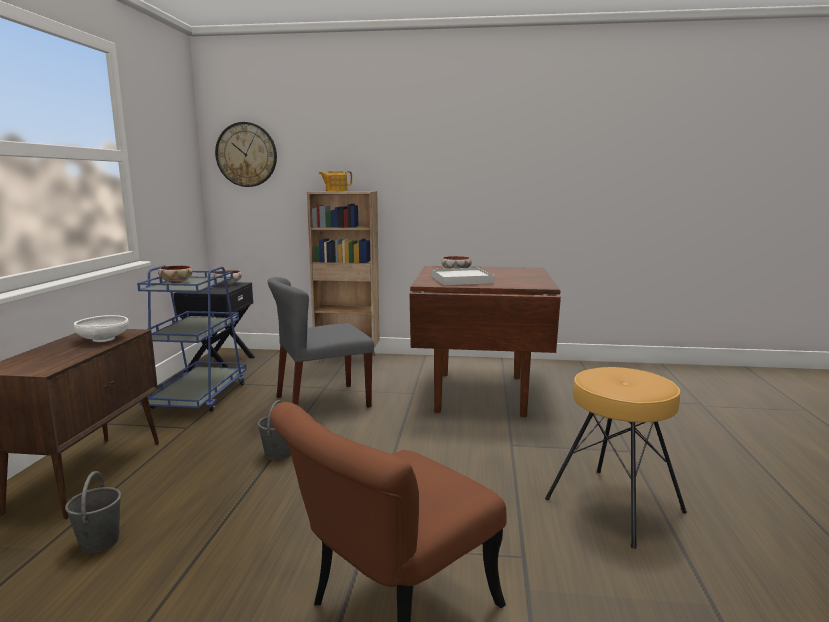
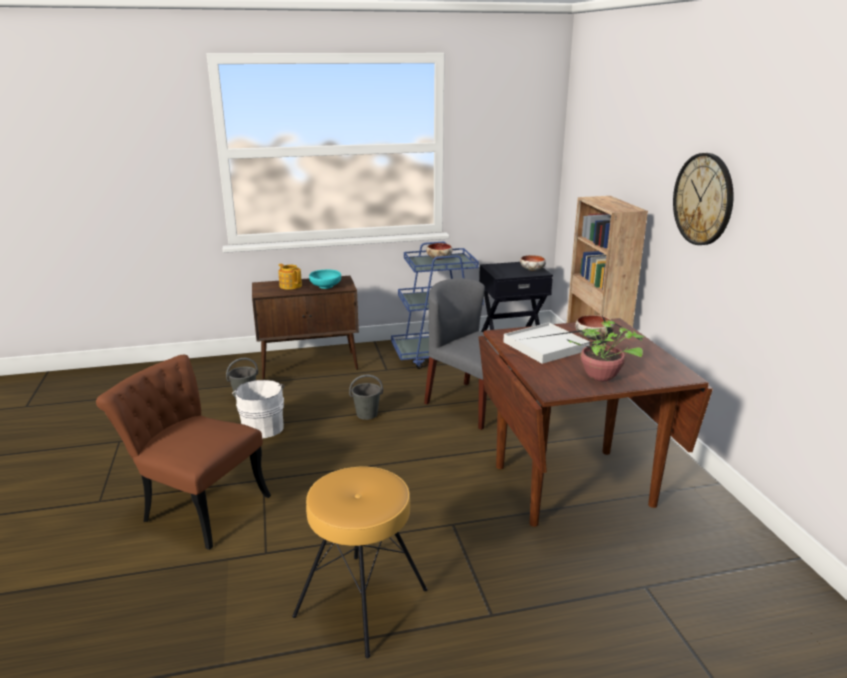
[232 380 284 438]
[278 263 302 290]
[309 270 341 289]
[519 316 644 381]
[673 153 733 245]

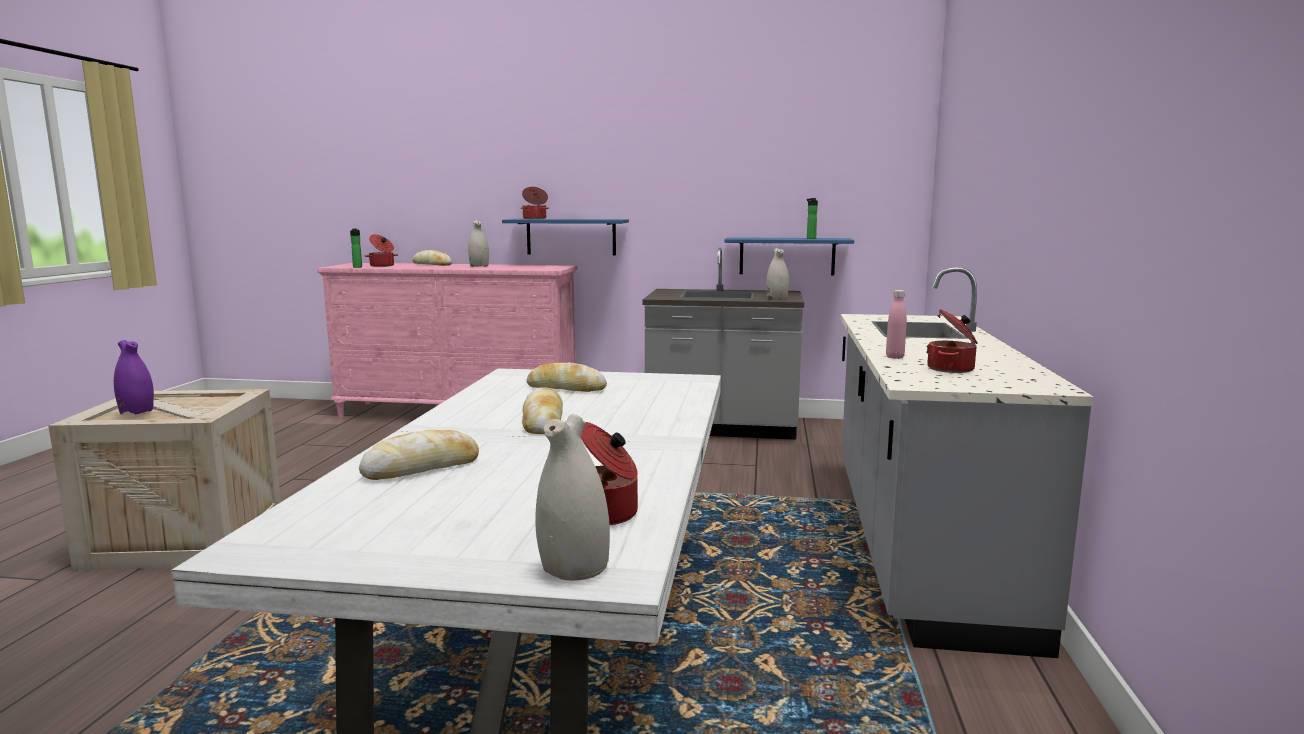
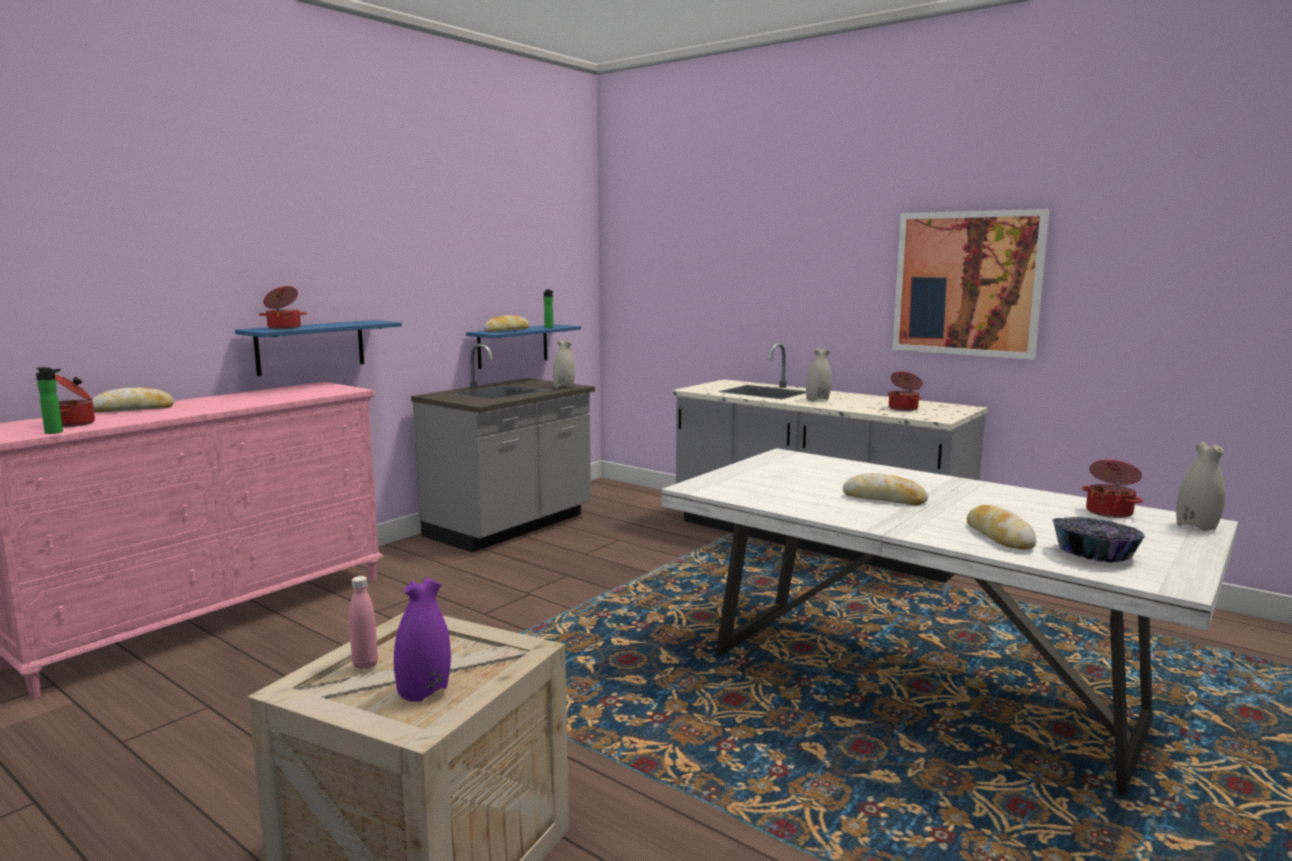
[349 576 378 670]
[484 315 529 332]
[806 348 832 401]
[893 209 1049 360]
[1052 517 1145 563]

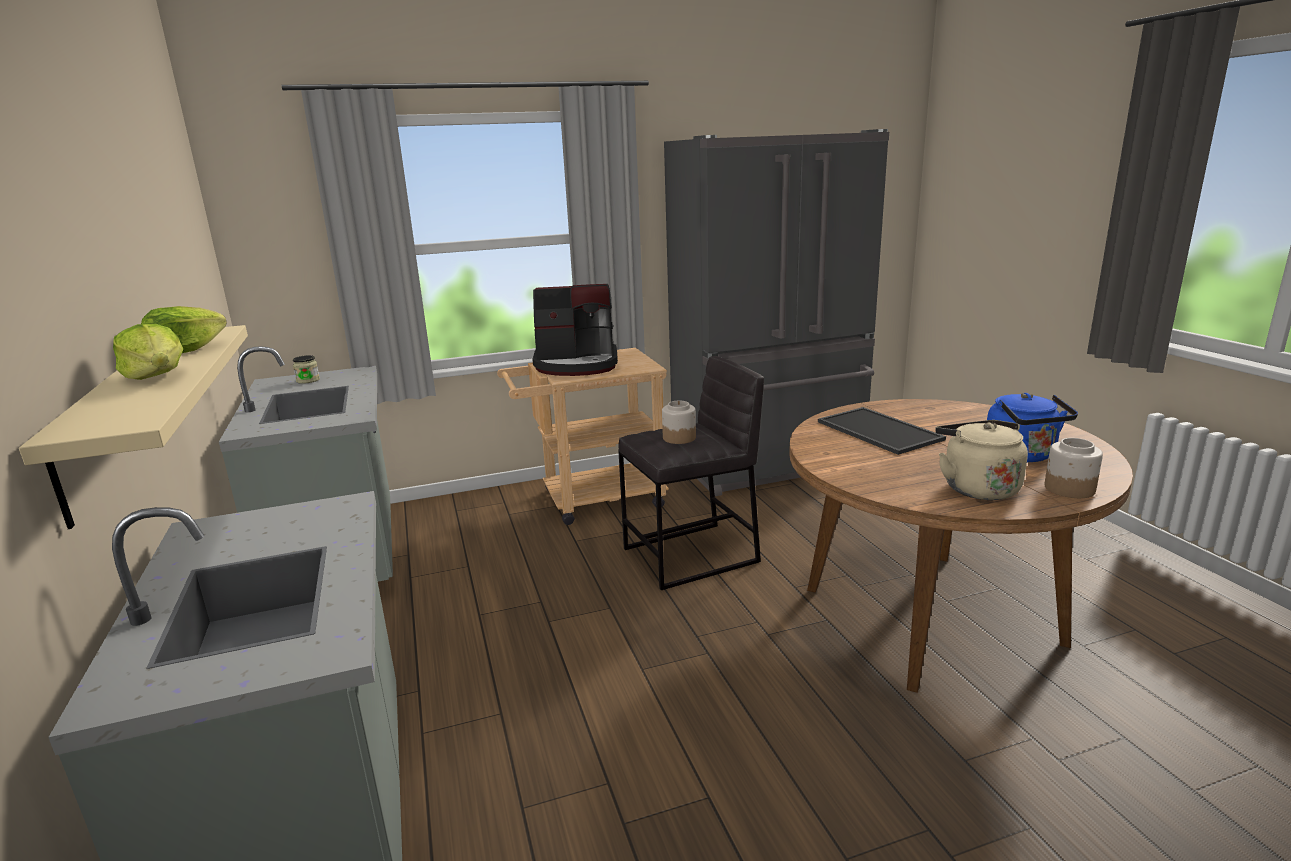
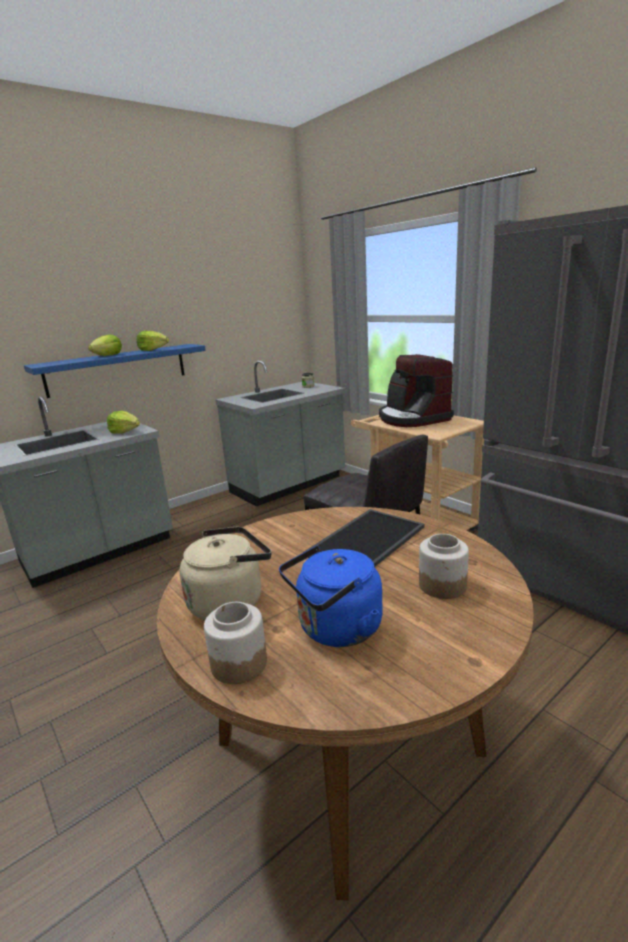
[24 344 206 398]
[107 411 140 434]
[419 534 469 599]

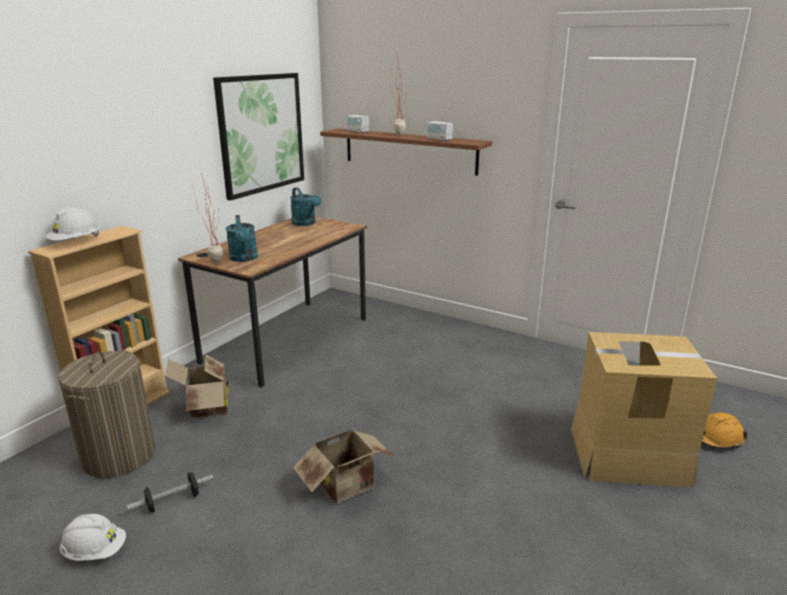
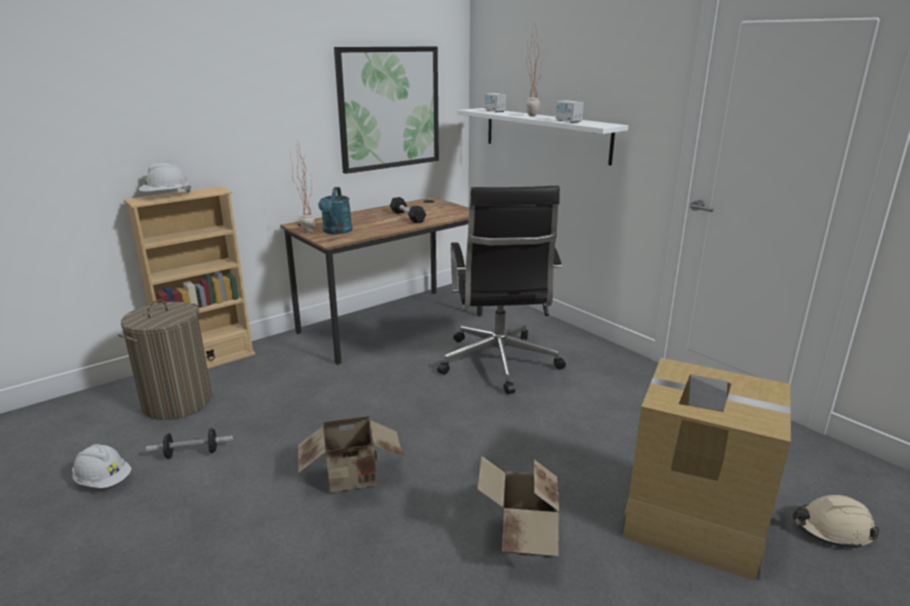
[390 197 426 223]
[437 186 566 394]
[457 108 628 165]
[477 456 559 556]
[793 495 879 550]
[290 187 321 226] (first image)

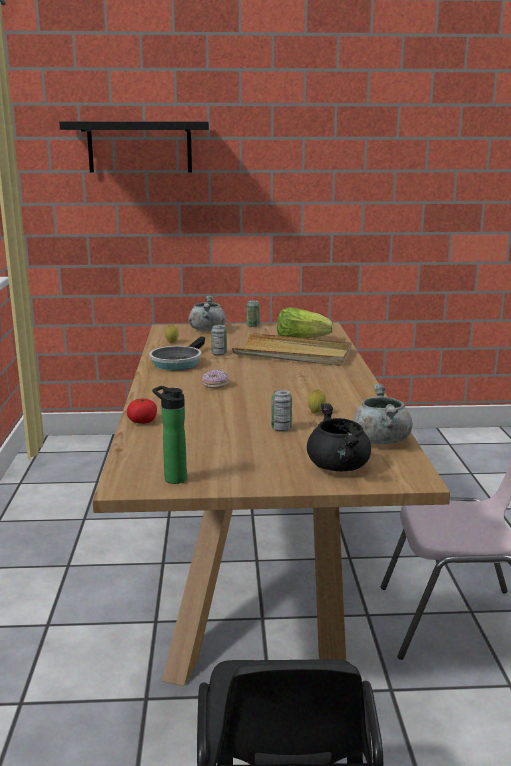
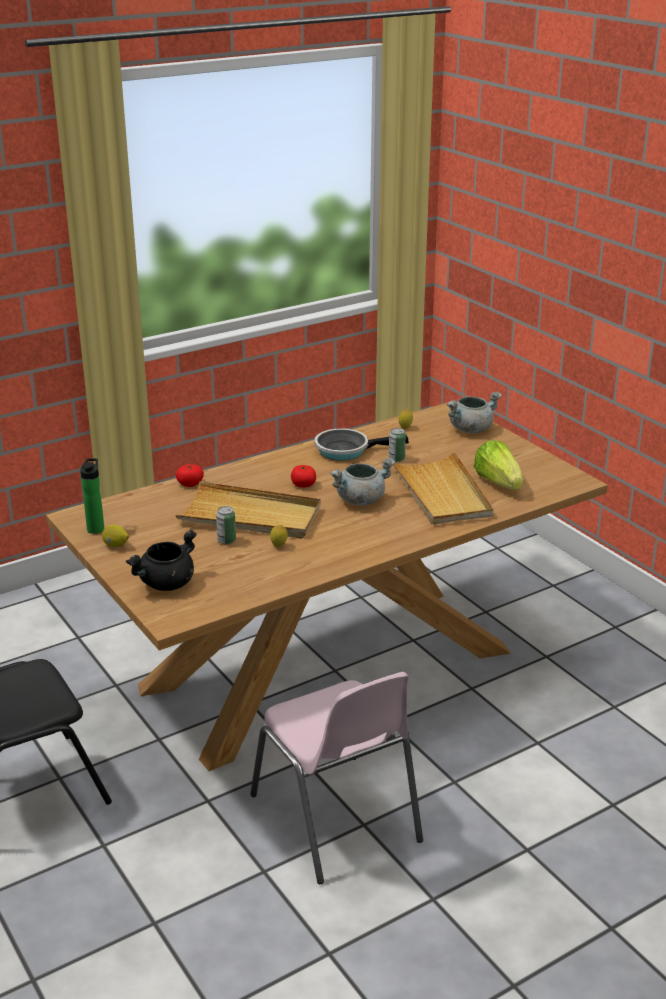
[102 525 129 547]
[176 481 321 539]
[291 465 316 488]
[330 458 395 506]
[59 121 209 173] (first image)
[246 300 260 327] (first image)

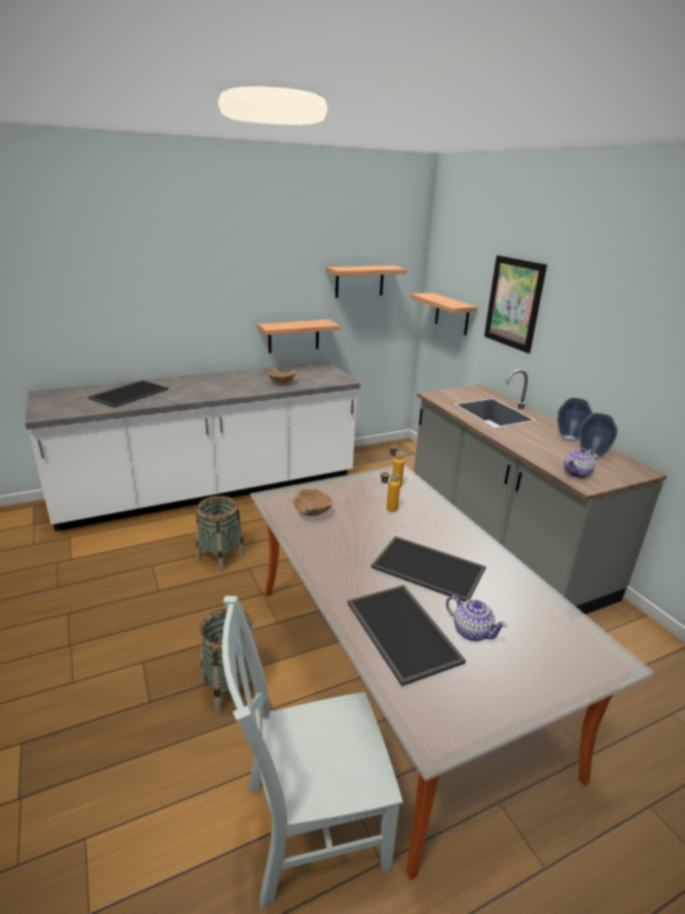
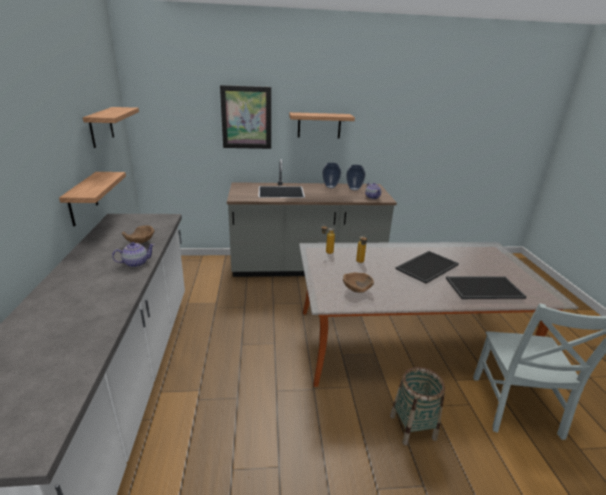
[112 242 155 267]
[289 112 355 138]
[88 380 168 408] (first image)
[196 496 245 572] (first image)

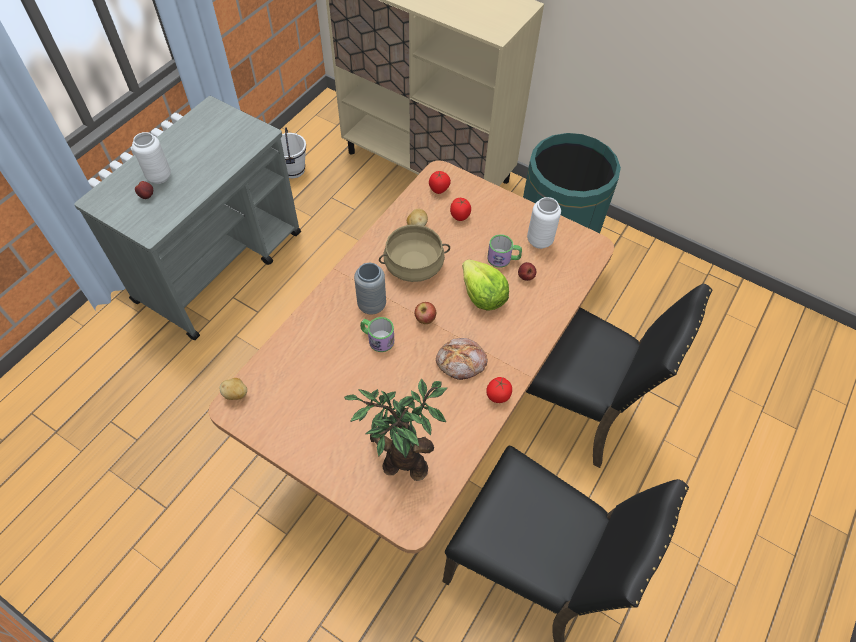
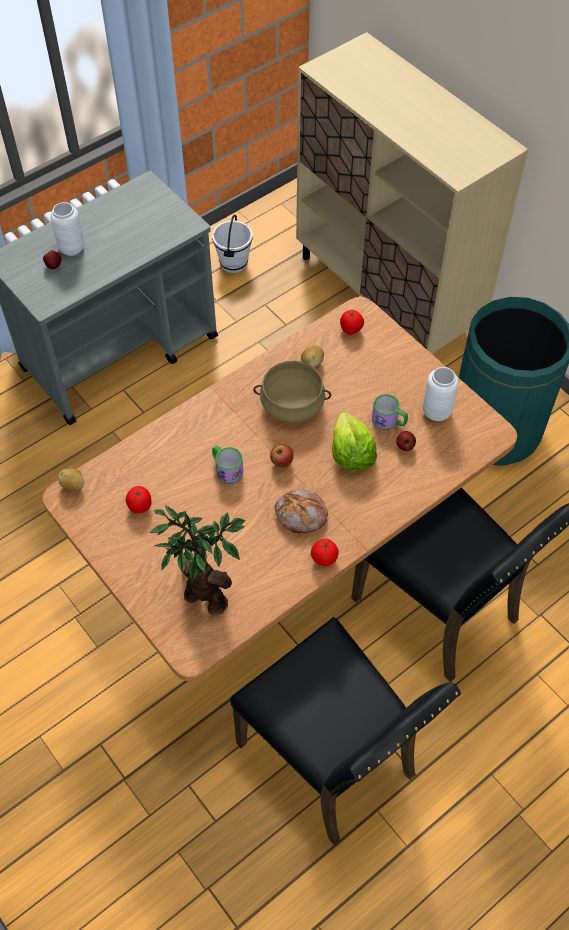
[126 486 151 514]
[354 263 386 315] (first image)

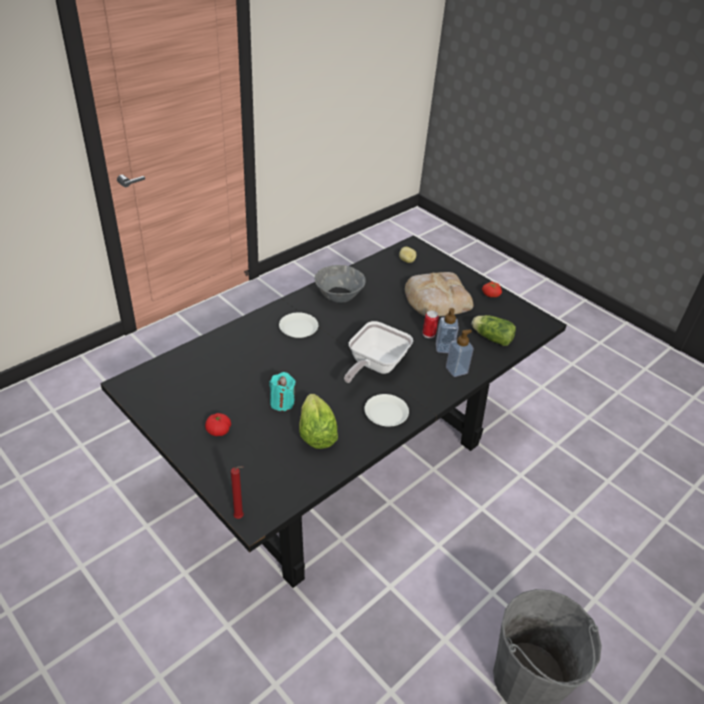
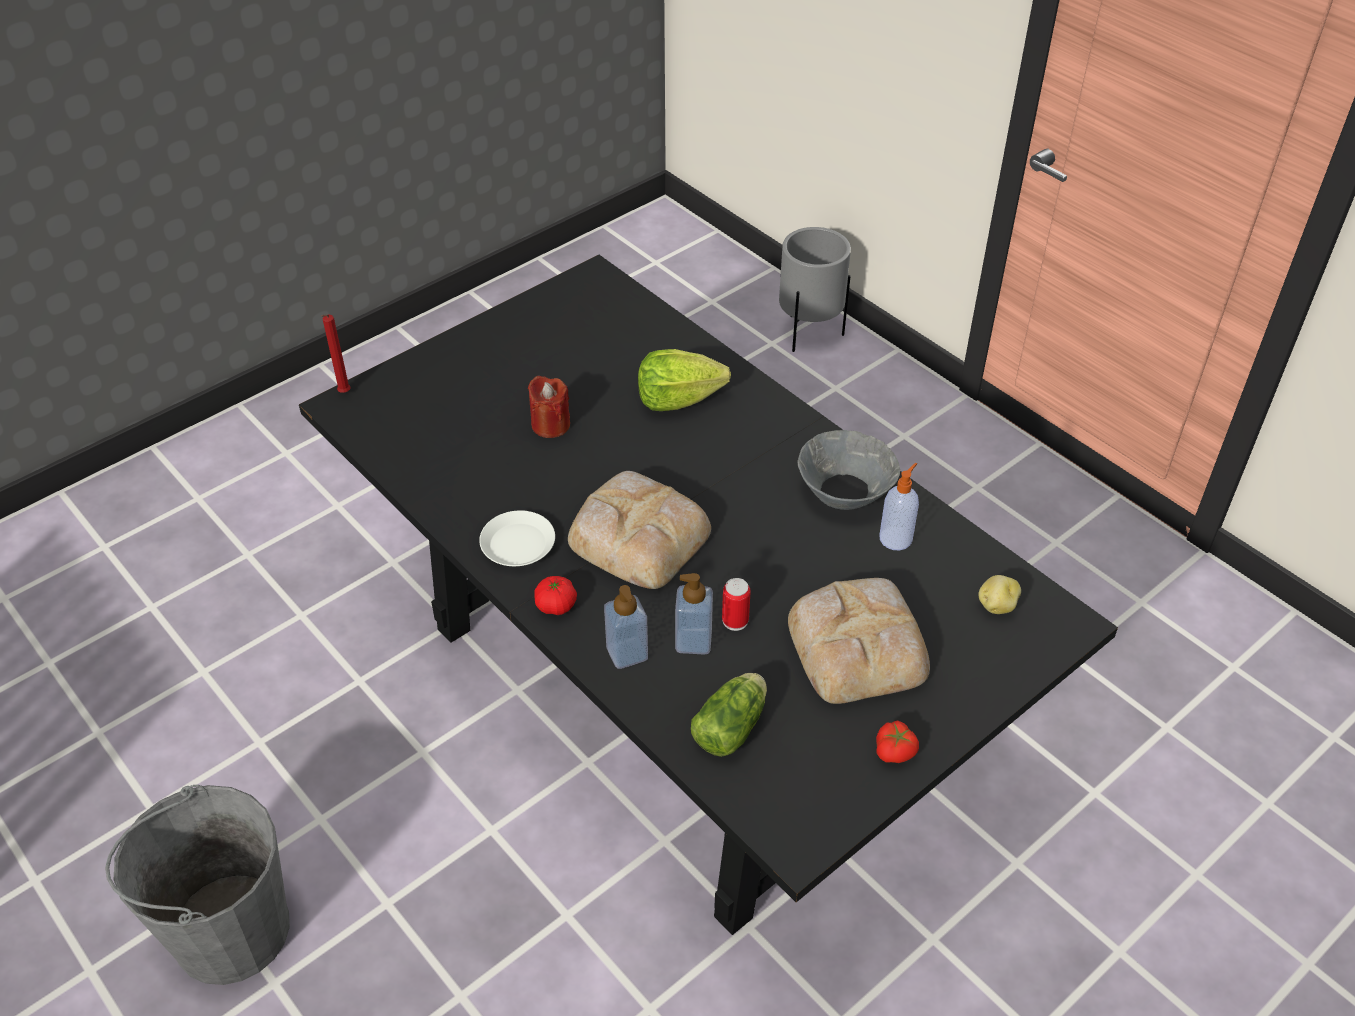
[528 376 570 438]
[534 576 577 615]
[568 471 711 589]
[638 349 731 411]
[779 227 851 352]
[879 462 919 550]
[279 312 318 338] (first image)

